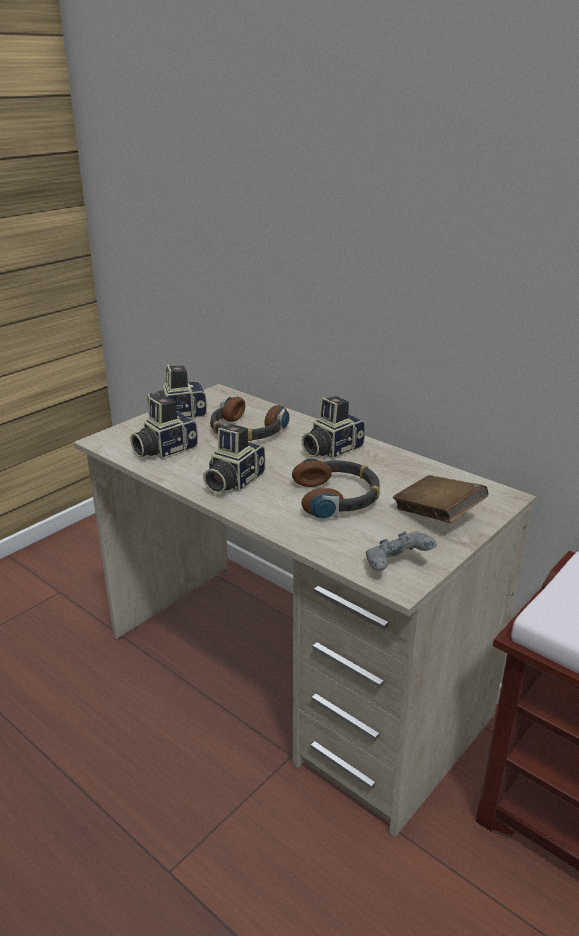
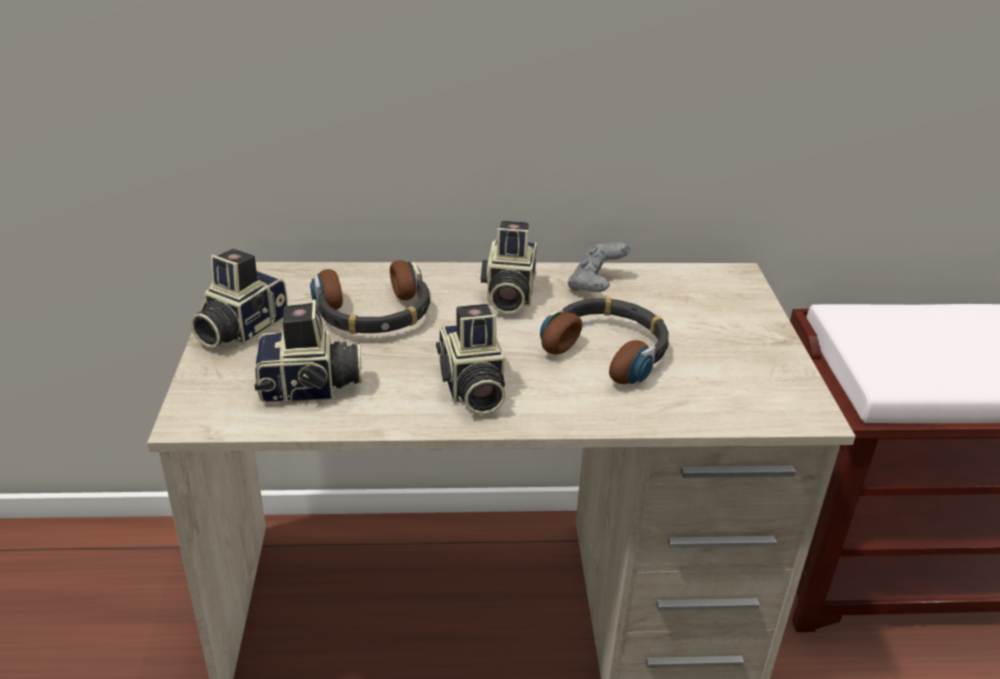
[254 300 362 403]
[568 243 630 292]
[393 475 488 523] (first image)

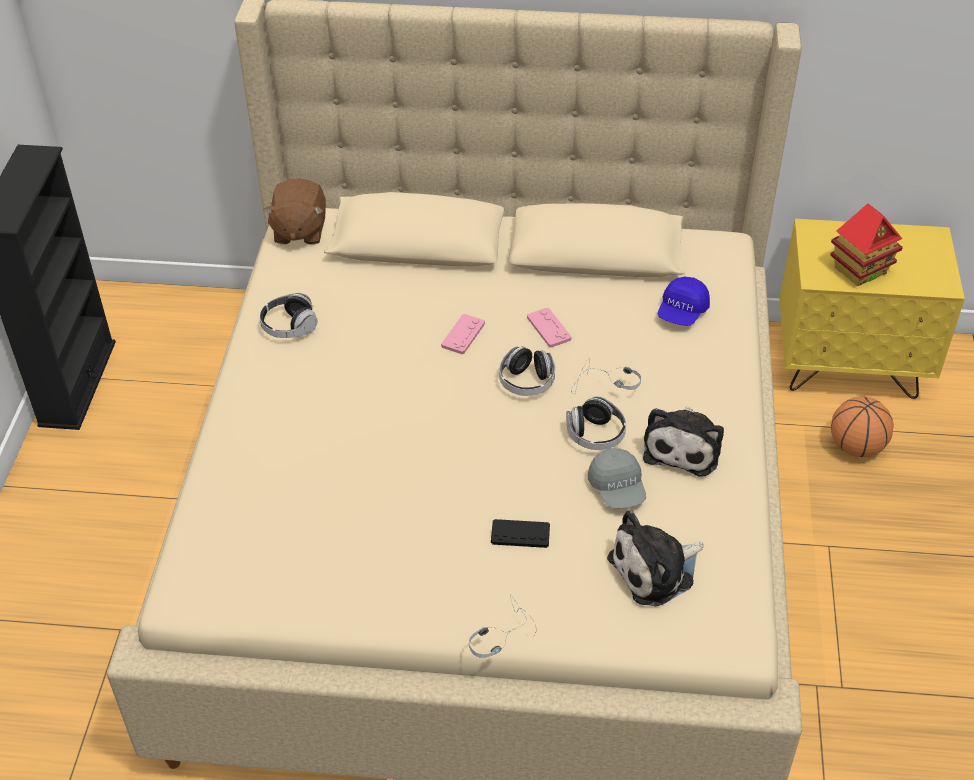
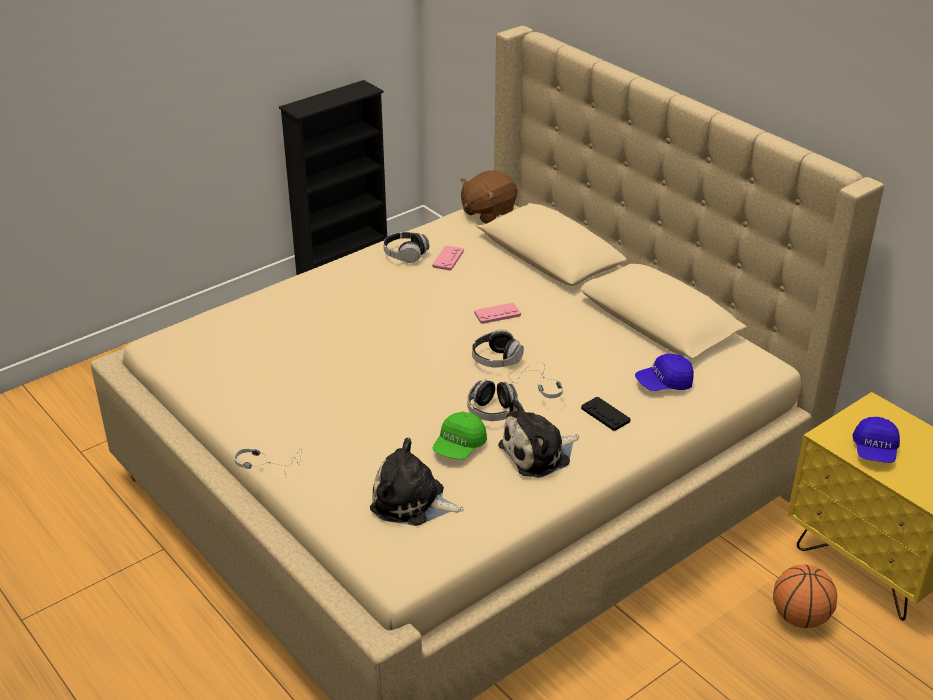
[432 245 464 271]
[433 412 487 459]
[581 397 631 431]
[852 417 900 463]

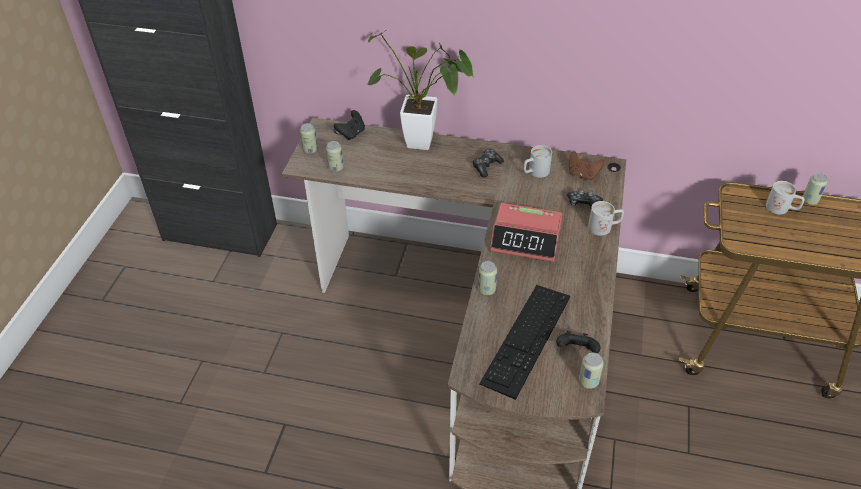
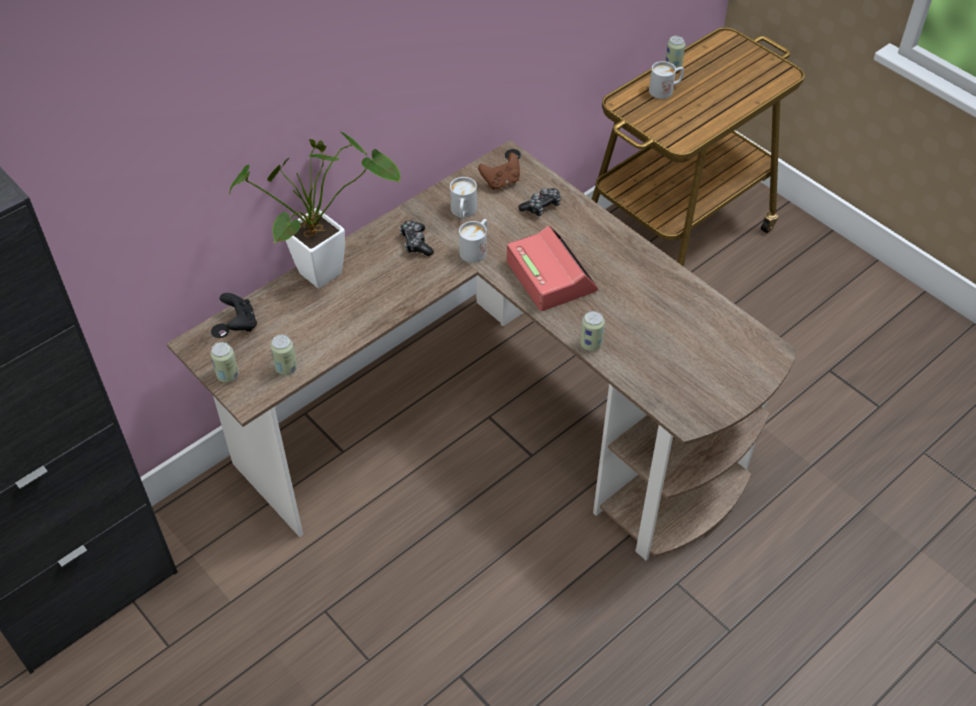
[459 219 488 263]
[507 225 598 311]
[479 285 570 400] (first image)
[556 331 600 353] (first image)
[579 353 604 389] (first image)

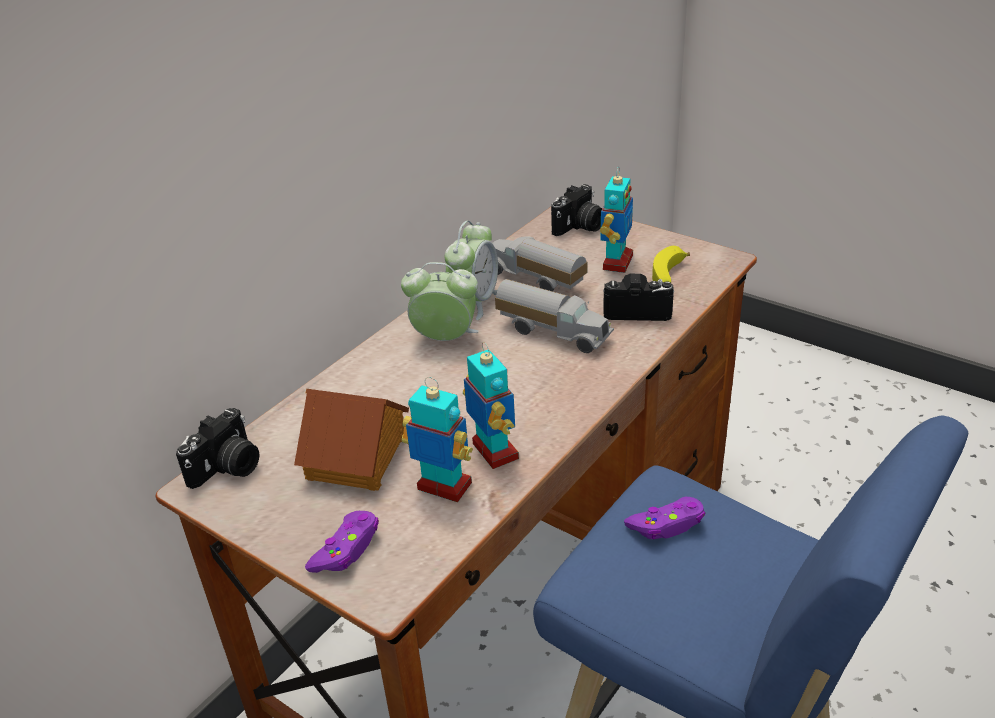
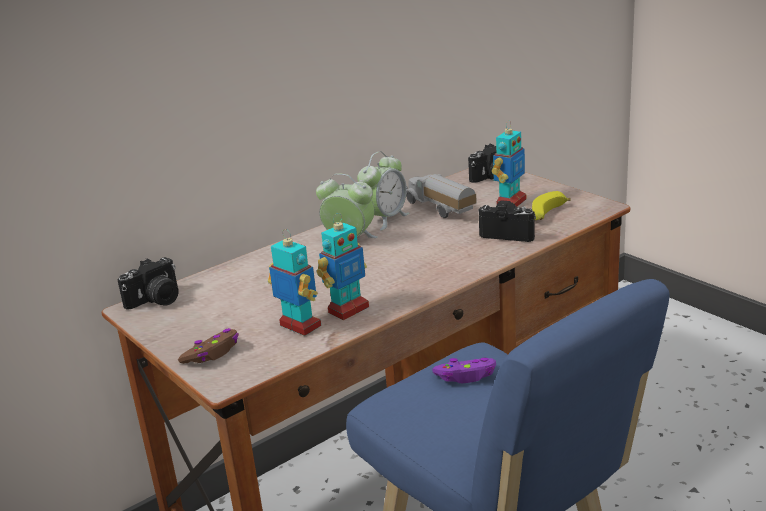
[178 328 239 364]
[317 213 369 320]
[294 389 409 491] (first image)
[495 279 614 353] (first image)

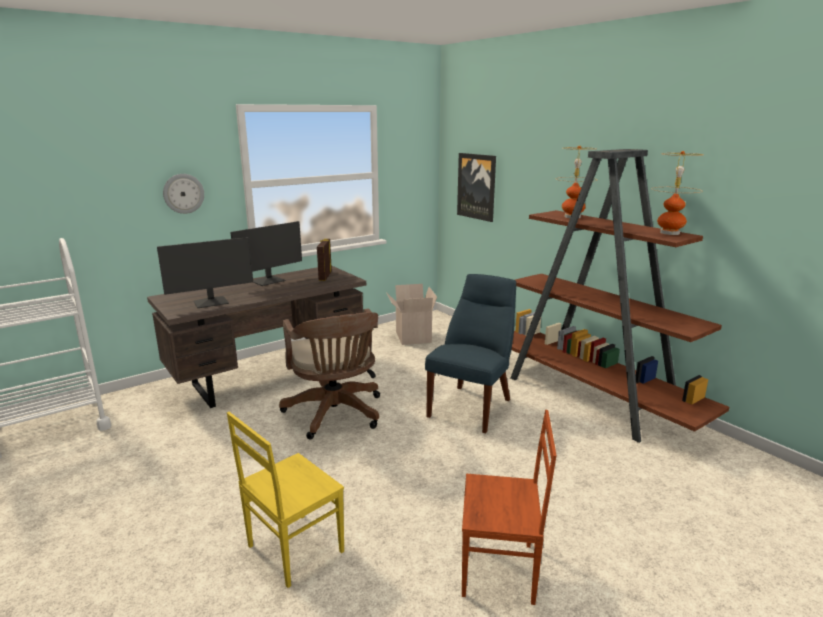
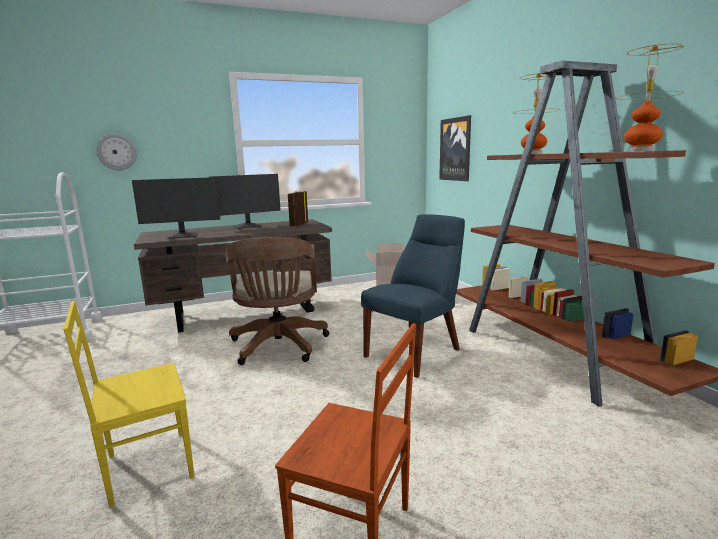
[96 134 137 170]

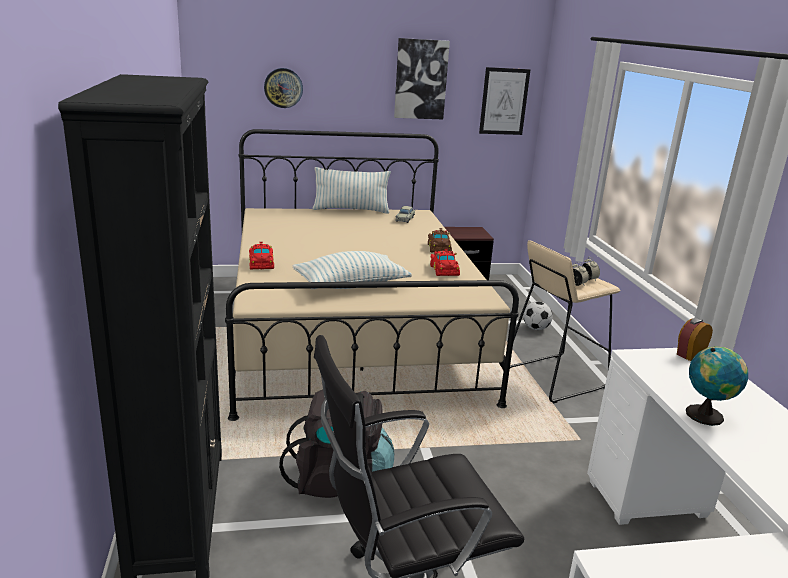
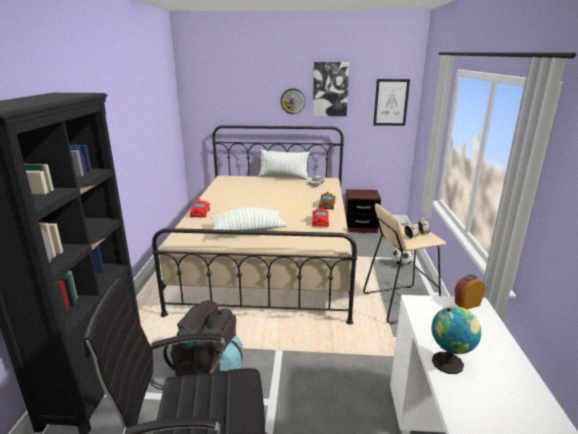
[280 88 306 114]

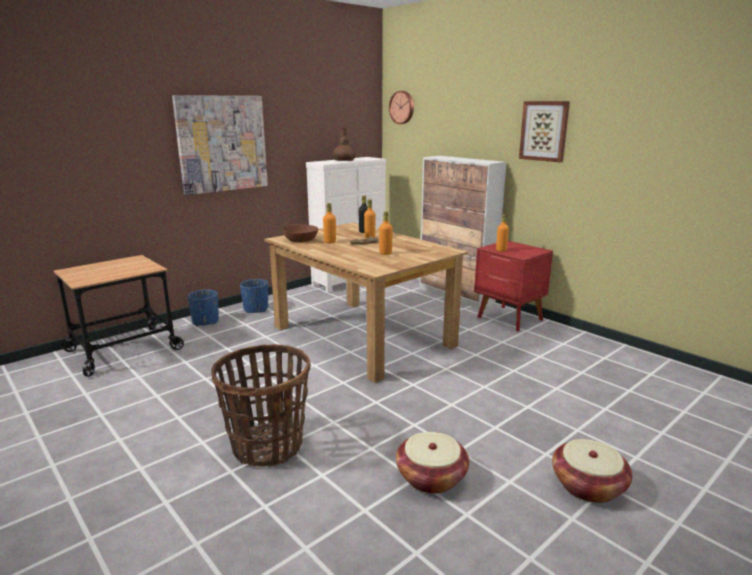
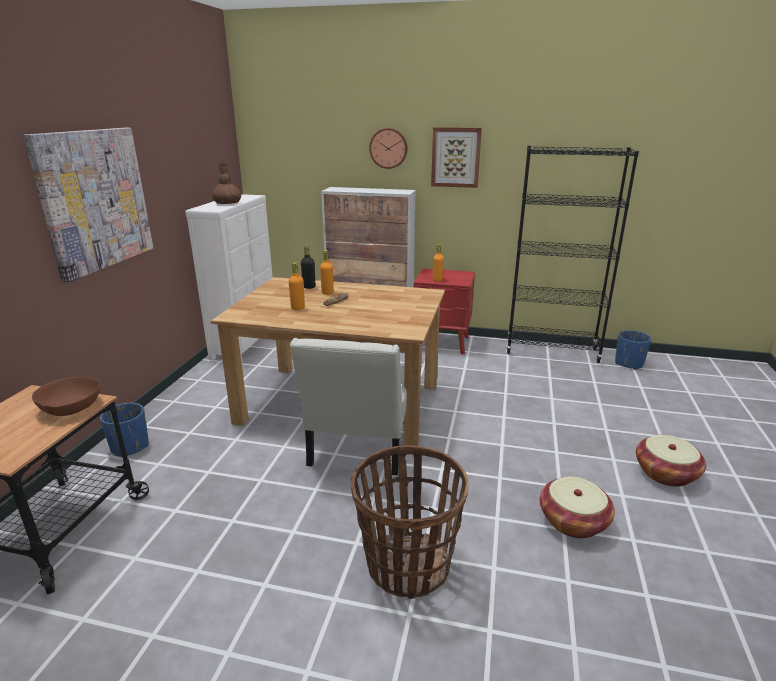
[32 377 100 416]
[290 338 407 475]
[369 128 408 169]
[506 146 639 363]
[615 330 651 370]
[379 211 393 255] (first image)

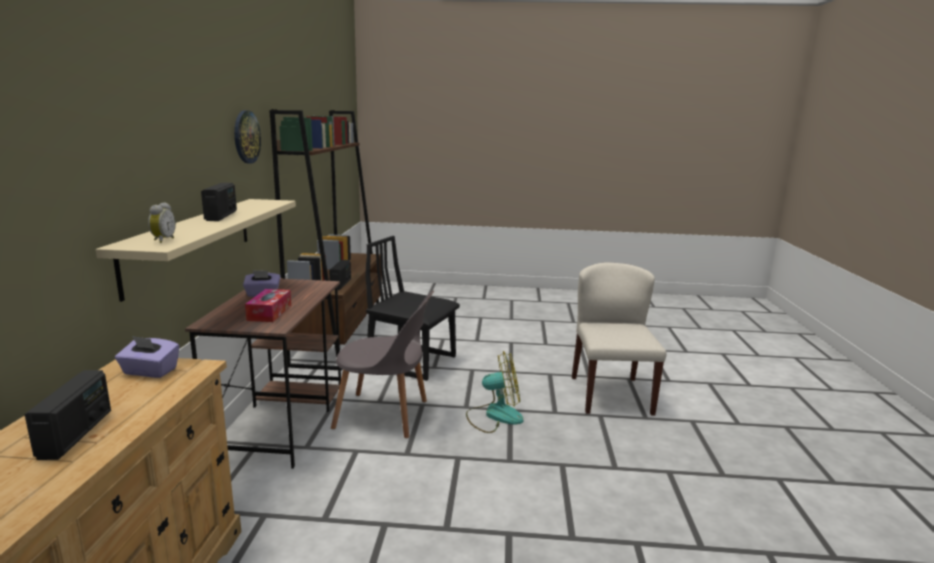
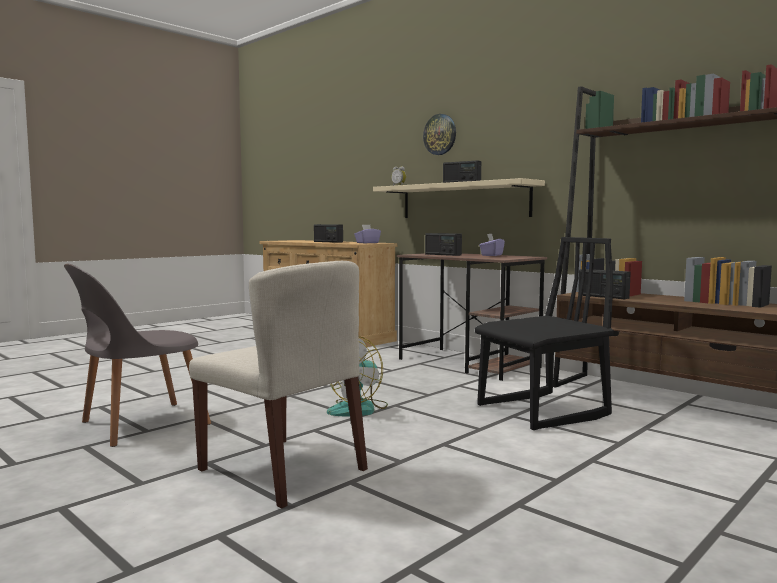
[64 263 211 447]
[423 114 456 155]
[425 233 462 256]

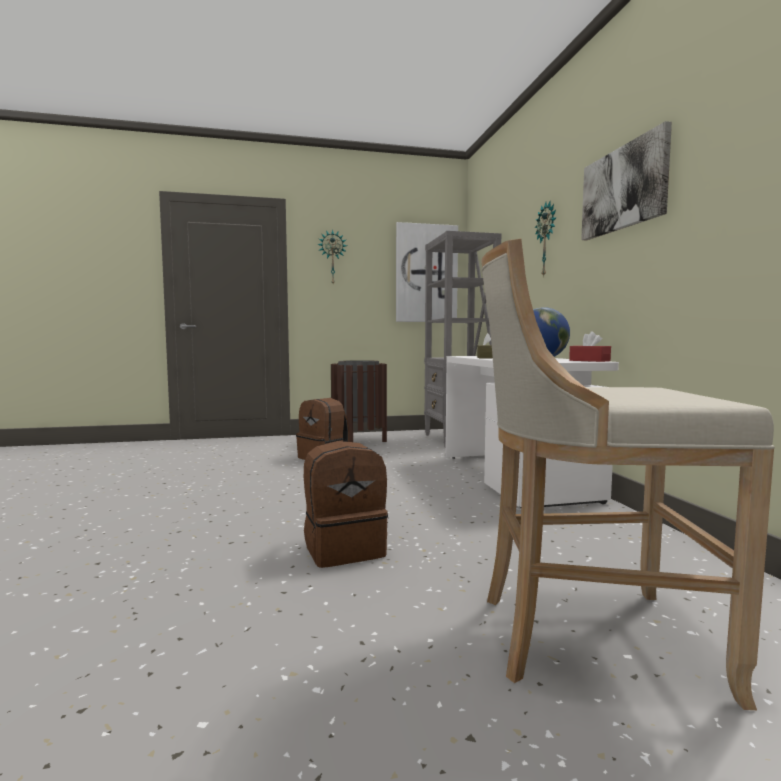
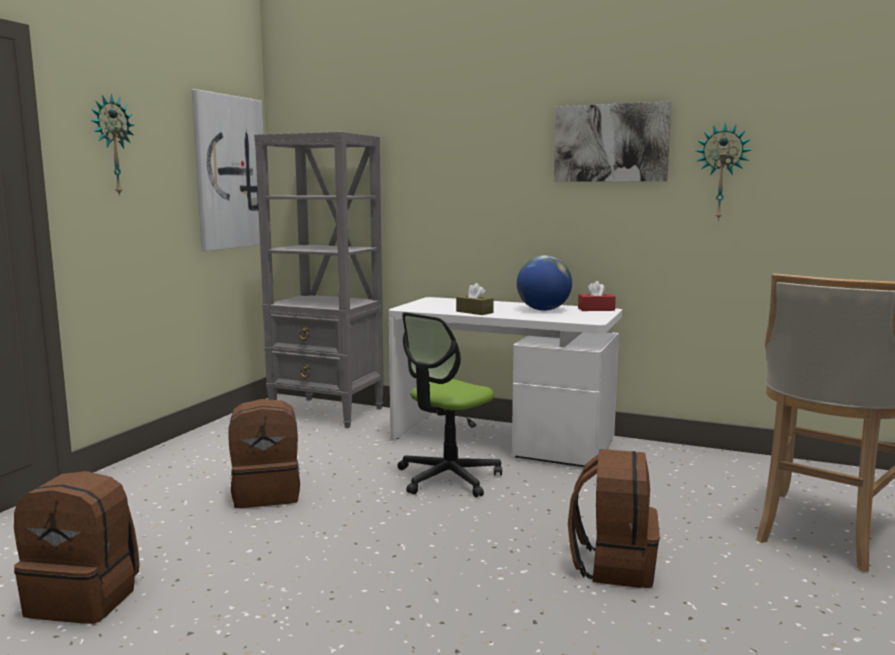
[14 471 140 624]
[398 312 502 497]
[696 123 751 221]
[331 360 387 442] (first image)

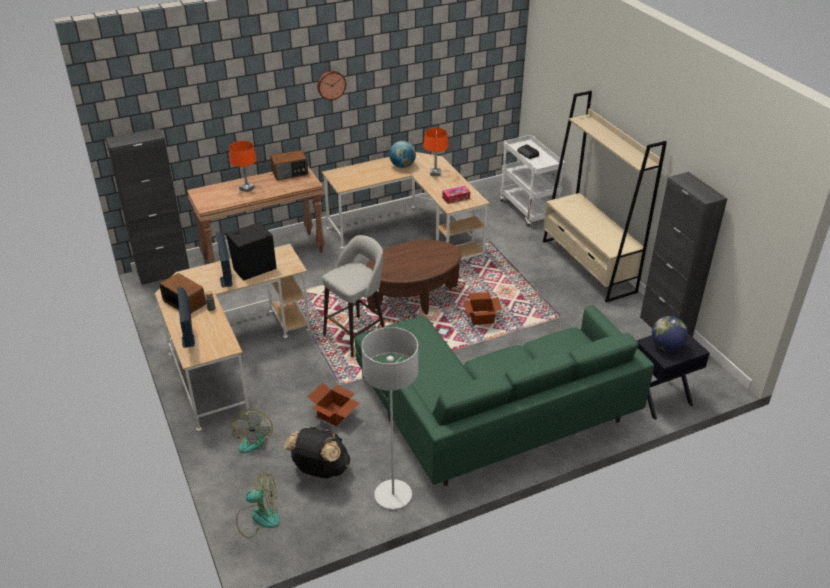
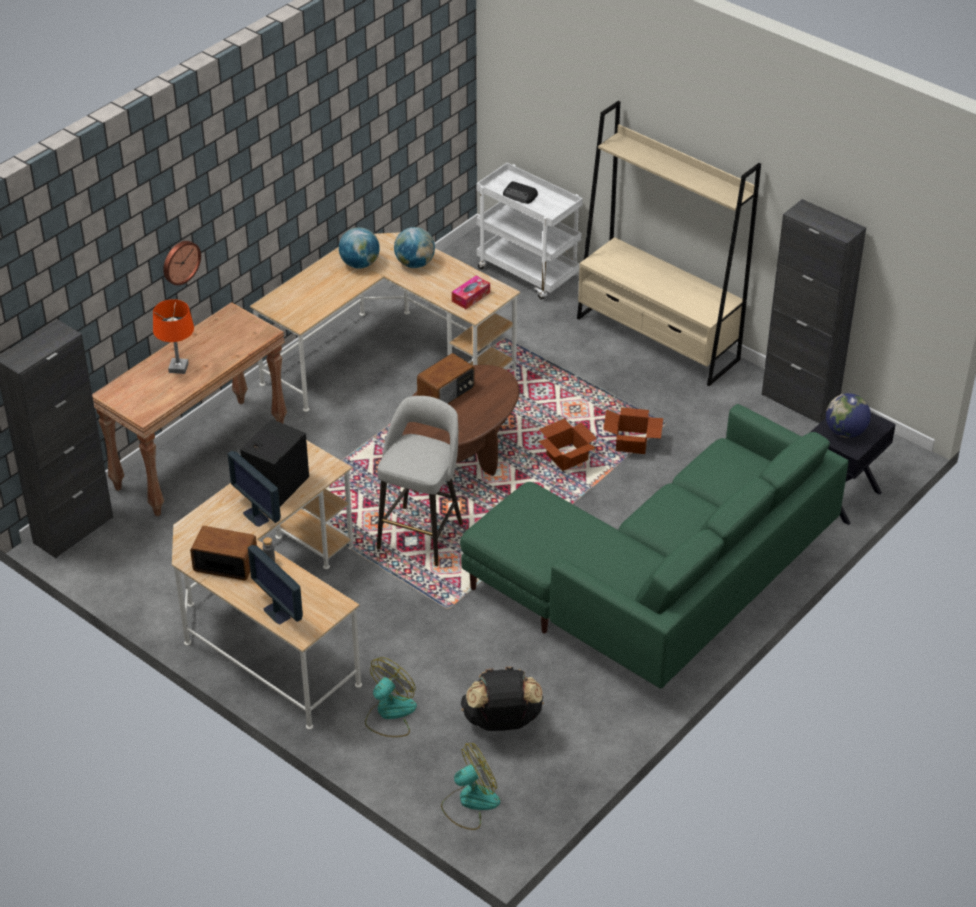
[163 241 201 285]
[365 657 417 737]
[394 227 435 268]
[417 353 475 404]
[603 407 663 454]
[361 327 418 509] (first image)

